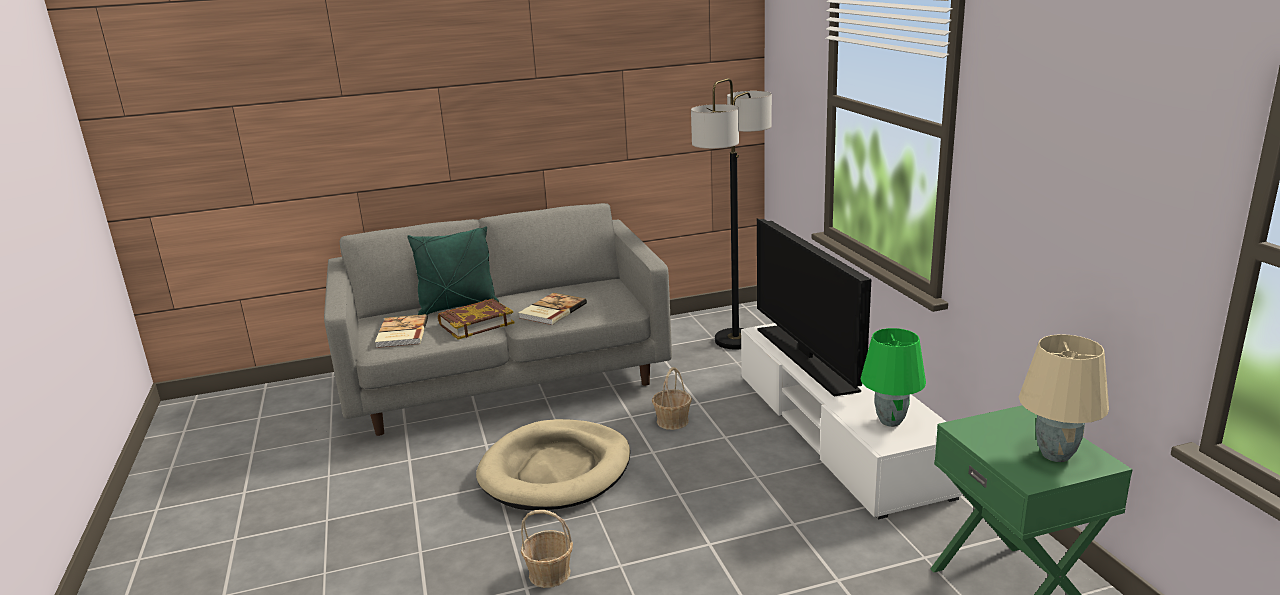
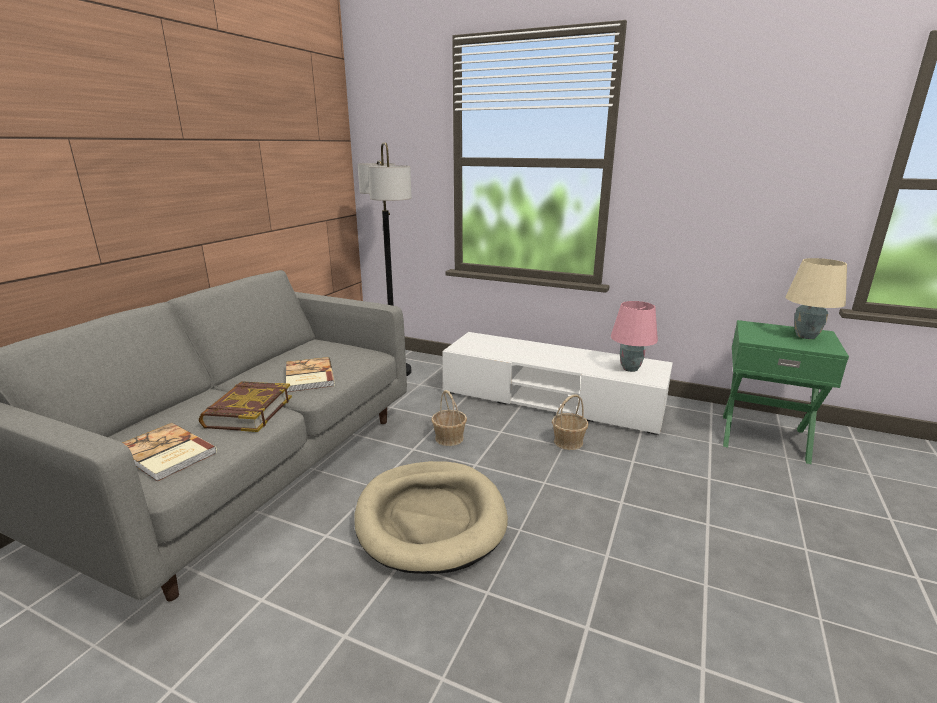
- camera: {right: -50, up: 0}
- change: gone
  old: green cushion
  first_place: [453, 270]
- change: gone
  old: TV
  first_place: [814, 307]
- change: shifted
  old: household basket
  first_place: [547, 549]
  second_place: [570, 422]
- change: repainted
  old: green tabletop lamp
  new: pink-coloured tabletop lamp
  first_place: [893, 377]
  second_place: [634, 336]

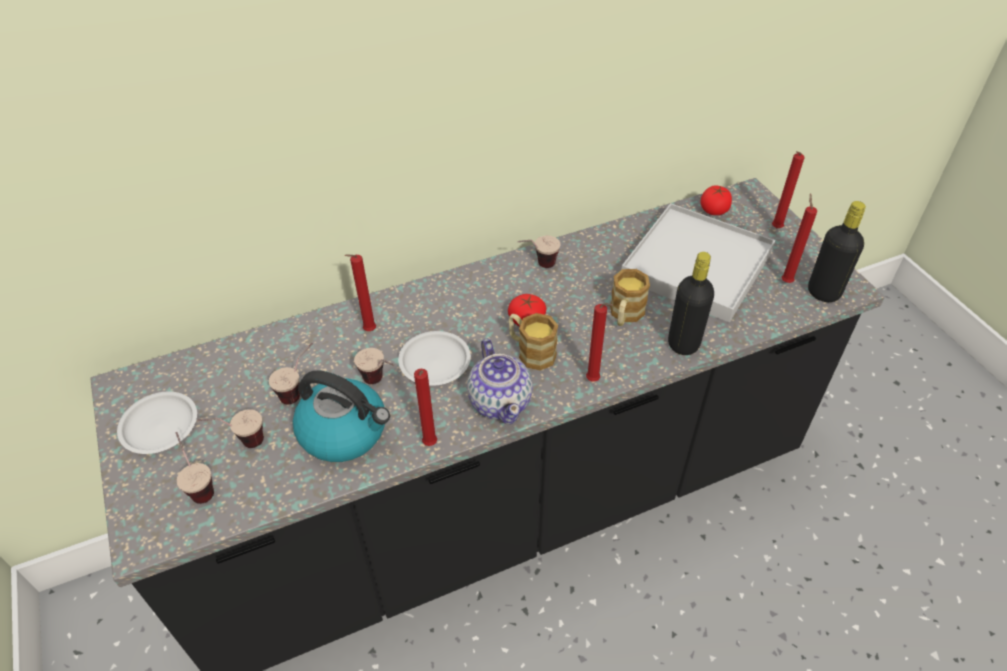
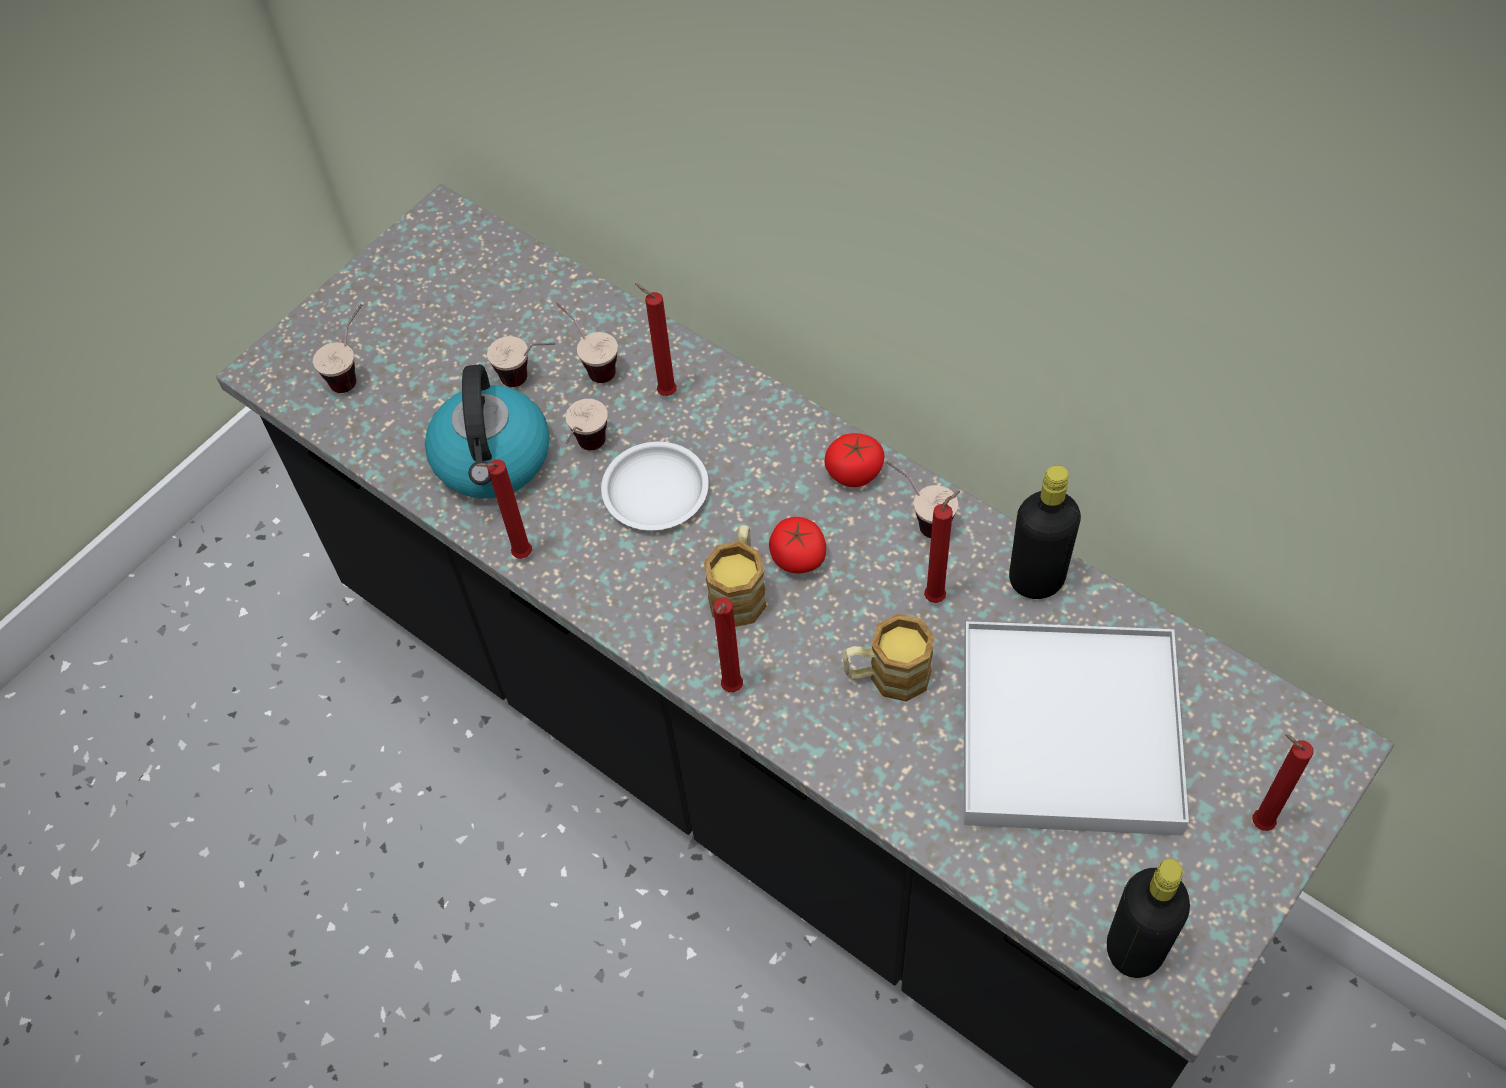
- camera: {right: 65, up: 10}
- change: gone
  old: white plate
  first_place: [157, 423]
- change: gone
  old: pot for tea
  first_place: [500, 381]
- change: shifted
  old: small cup
  first_place: [230, 428]
  second_place: [587, 342]
- change: shifted
  old: black drink bottle
  first_place: [691, 303]
  second_place: [1045, 532]
- change: shifted
  old: tomato
  first_place: [716, 200]
  second_place: [854, 460]
- change: shifted
  old: reddish wax light
  first_place: [799, 238]
  second_place: [942, 547]

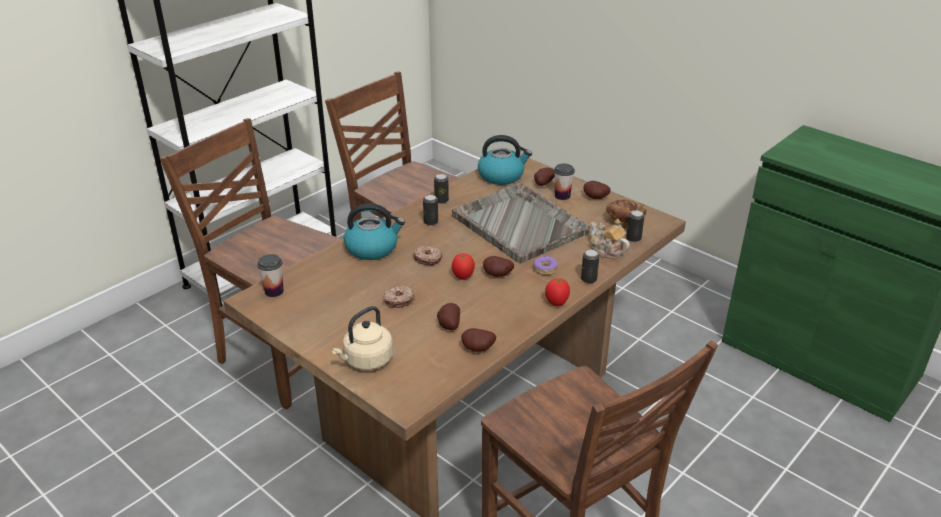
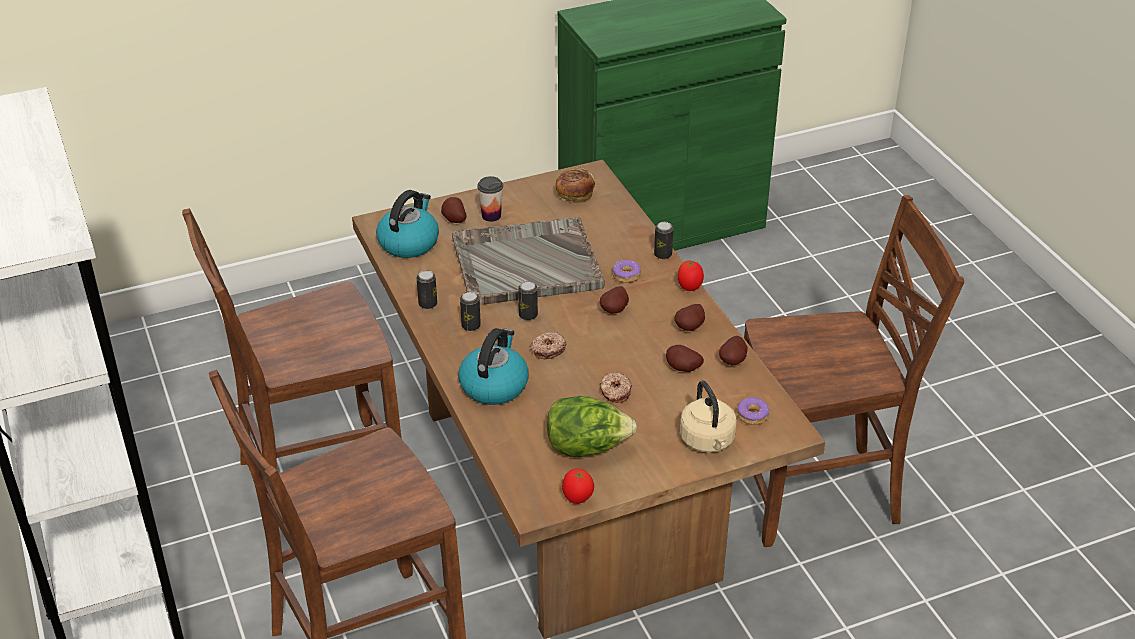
- camera: {right: -65, up: 5}
- change: gone
  old: small cup
  first_place: [270, 275]
- change: gone
  old: pot for tea
  first_place: [610, 239]
- change: new
  new: lettuce head
  second_place: [592, 426]
- change: new
  new: ring doughnut
  second_place: [753, 411]
- change: shifted
  old: tomato
  first_place: [463, 266]
  second_place: [578, 486]
- change: shifted
  old: potato
  first_place: [597, 190]
  second_place: [689, 317]
- change: shifted
  old: sealed can
  first_place: [635, 226]
  second_place: [528, 300]

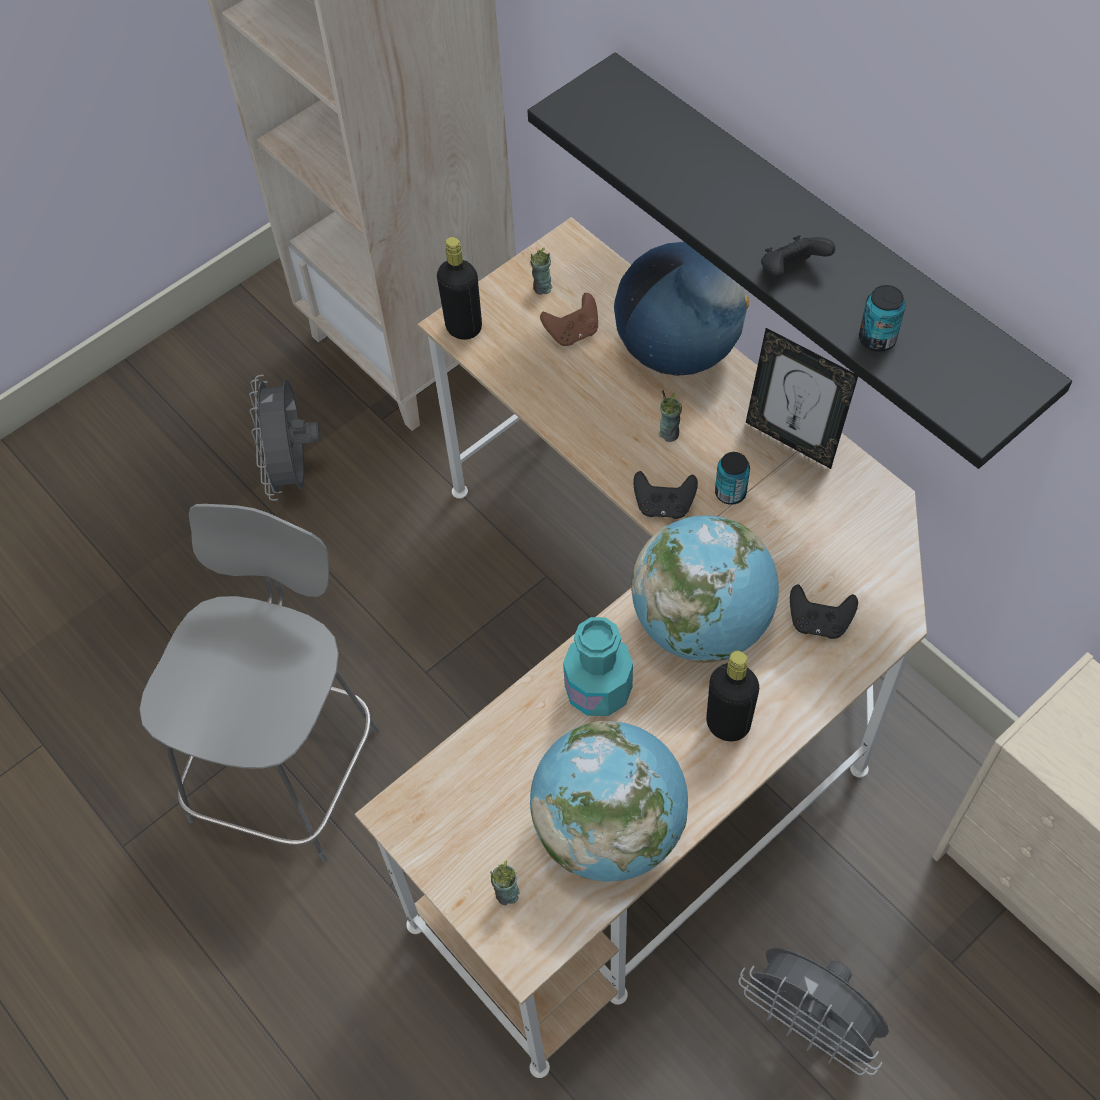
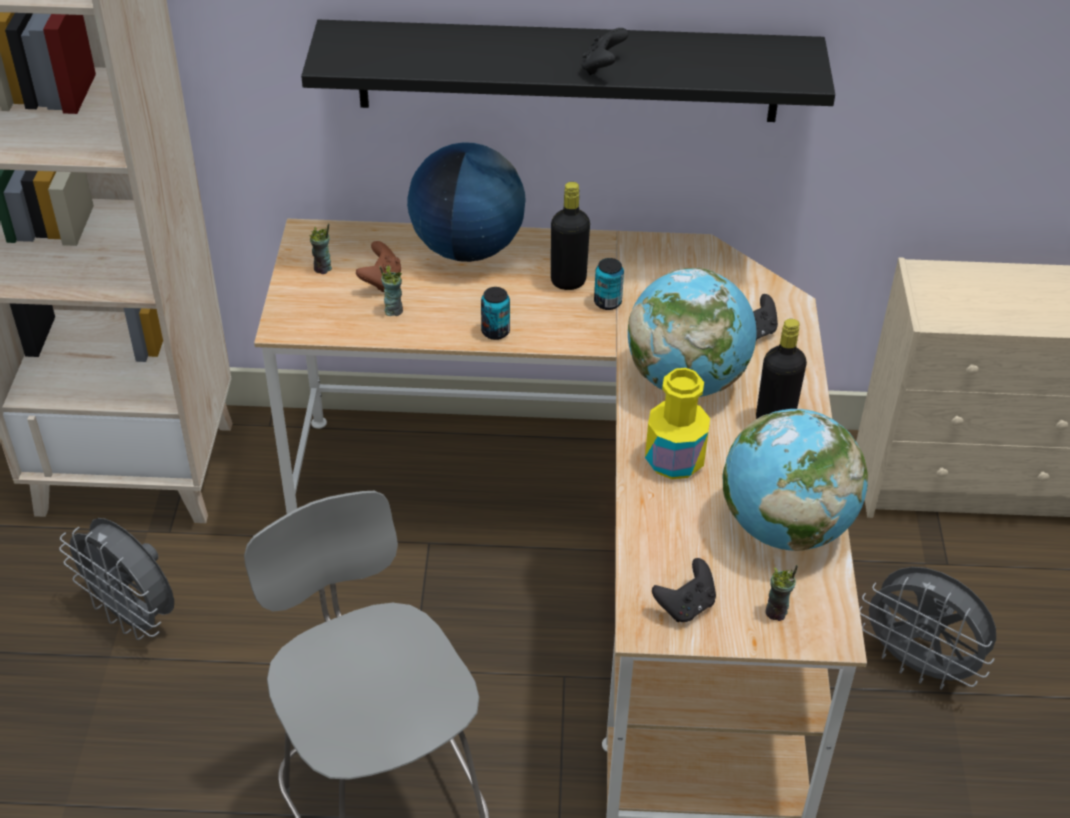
- camera: {right: -50, up: -15}
- change: gone
  old: photo frame
  first_place: [802, 398]
- change: shifted
  old: black drink bottle
  first_place: [459, 288]
  second_place: [570, 236]
- change: shifted
  old: black game controller
  first_place: [665, 495]
  second_place: [684, 590]
- change: shifted
  old: small cup
  first_place: [670, 416]
  second_place: [391, 290]
- change: shifted
  old: sealed can
  first_place: [882, 318]
  second_place: [495, 313]
- change: repainted
  old: turquoise-coloured drink bottle
  new: yellowish drink bottle
  first_place: [598, 666]
  second_place: [677, 423]
- change: rotated
  old: grey electric fan
  first_place: [813, 1011]
  second_place: [928, 628]
  degrees: 45

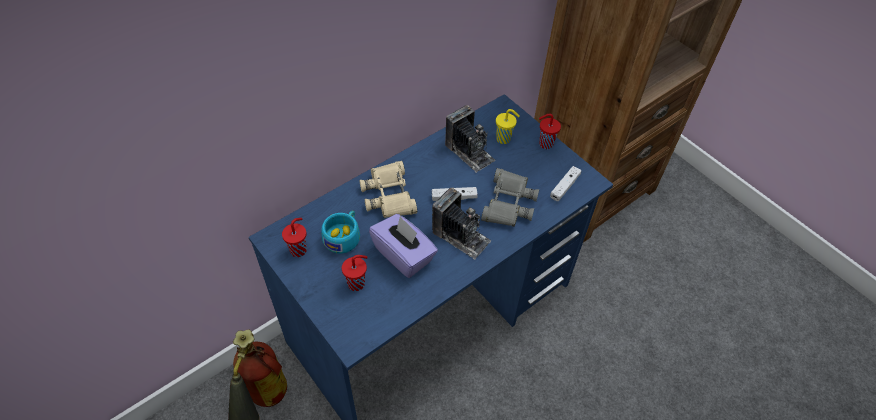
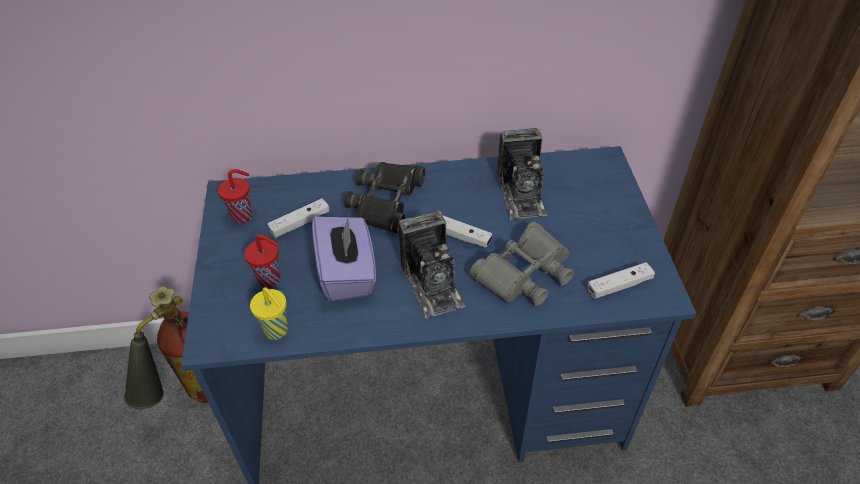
- camera: {right: 35, up: -5}
- change: gone
  old: reddish small cup
  first_place: [550, 131]
- change: shifted
  old: yellowish small cup
  first_place: [508, 126]
  second_place: [269, 313]
- change: swapped
  old: turquoise-coloured small cup
  new: white game controller
  first_place: [340, 232]
  second_place: [298, 218]
- change: repainted
  old: beige pair of binoculars
  new: black pair of binoculars
  first_place: [388, 189]
  second_place: [384, 198]

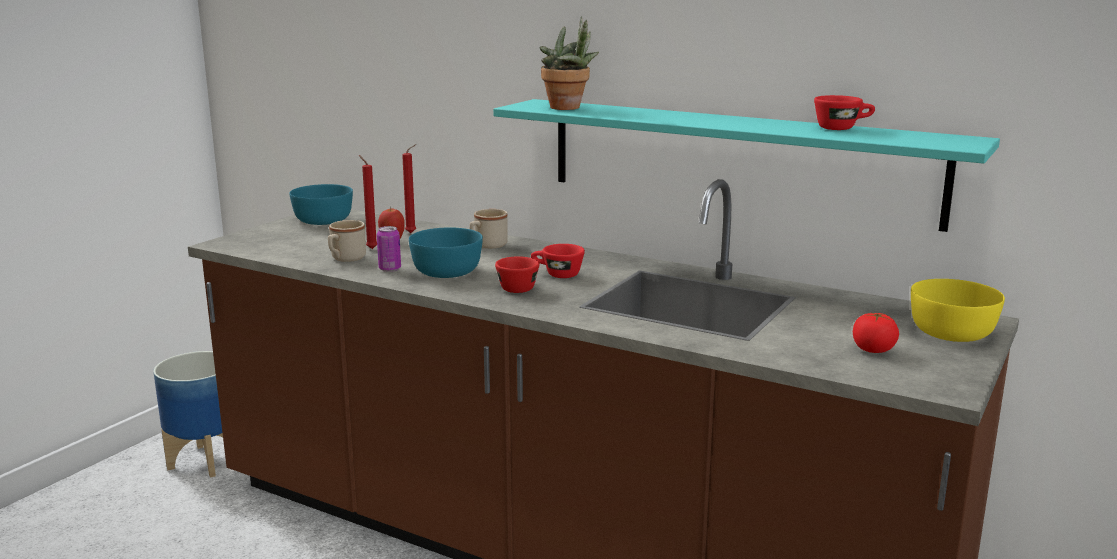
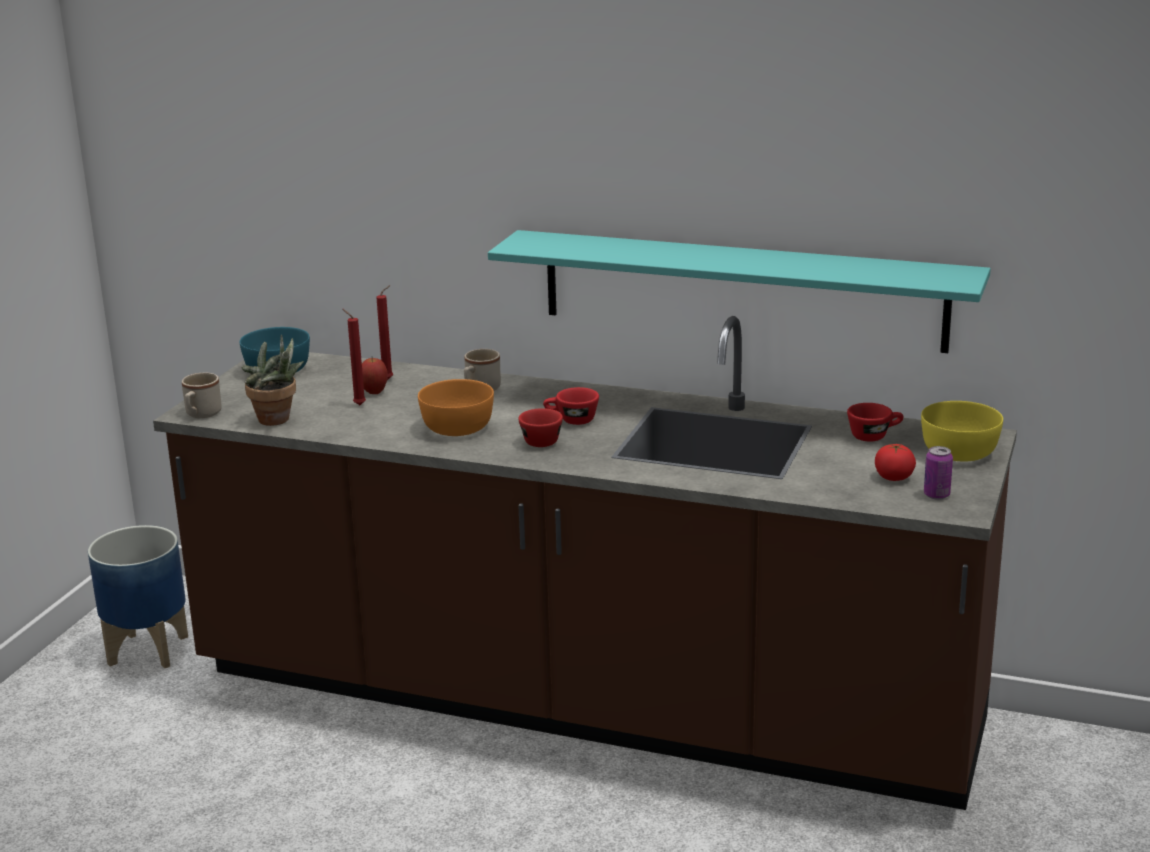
- camera: {right: -10, up: 5}
- change: shifted
  old: beige coffee mug
  first_place: [347, 241]
  second_place: [202, 395]
- change: shifted
  old: sealed can
  first_place: [389, 249]
  second_place: [938, 473]
- change: shifted
  old: houseplant
  first_place: [569, 63]
  second_place: [273, 380]
- change: shifted
  old: reddish small cup
  first_place: [844, 112]
  second_place: [875, 422]
- change: repainted
  old: turquoise-coloured bowl
  new: orange-coloured bowl
  first_place: [446, 252]
  second_place: [456, 407]

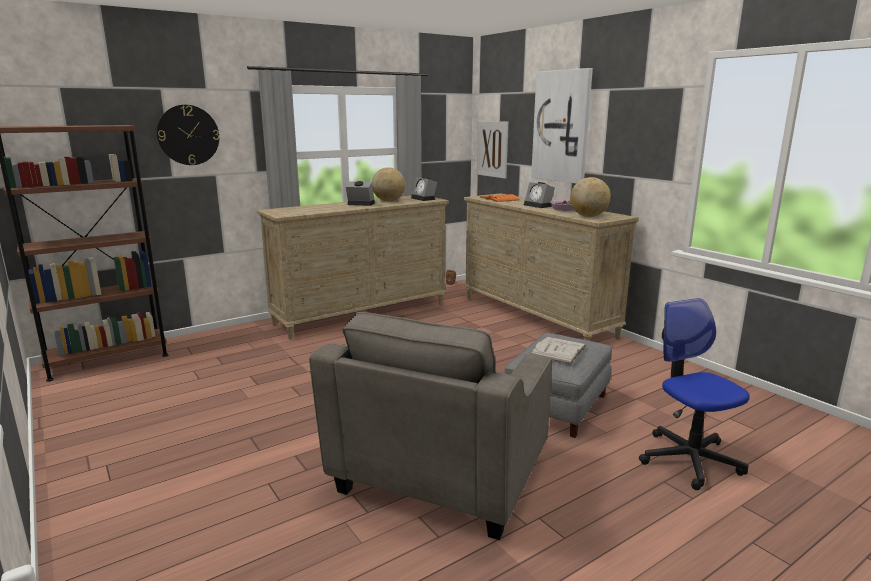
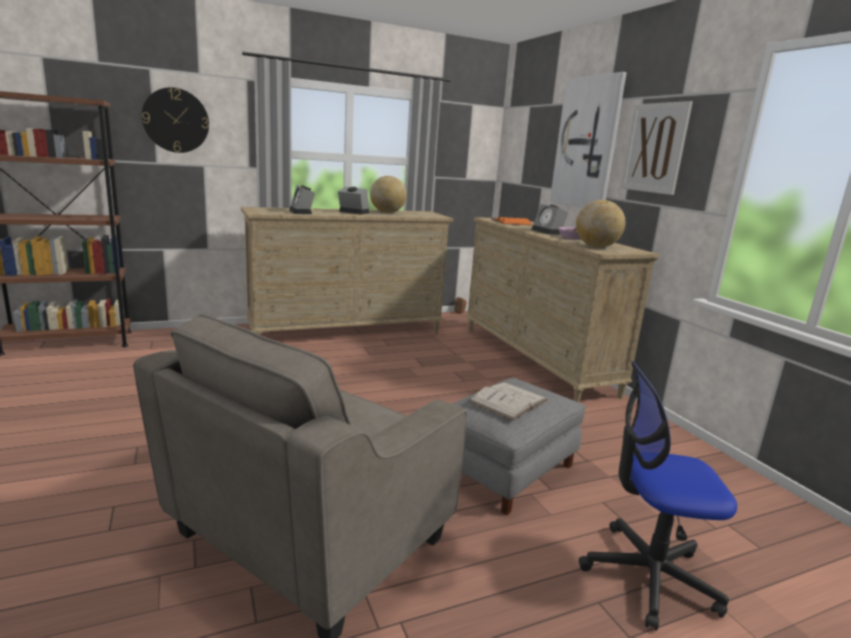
- camera: {right: 10, up: 0}
- change: shifted
  old: table clock
  first_place: [424, 189]
  second_place: [302, 199]
- change: shifted
  old: wall picture
  first_place: [492, 150]
  second_place: [657, 148]
- change: rotated
  old: desk chair
  first_place: [694, 394]
  second_place: [658, 496]
  degrees: -75

